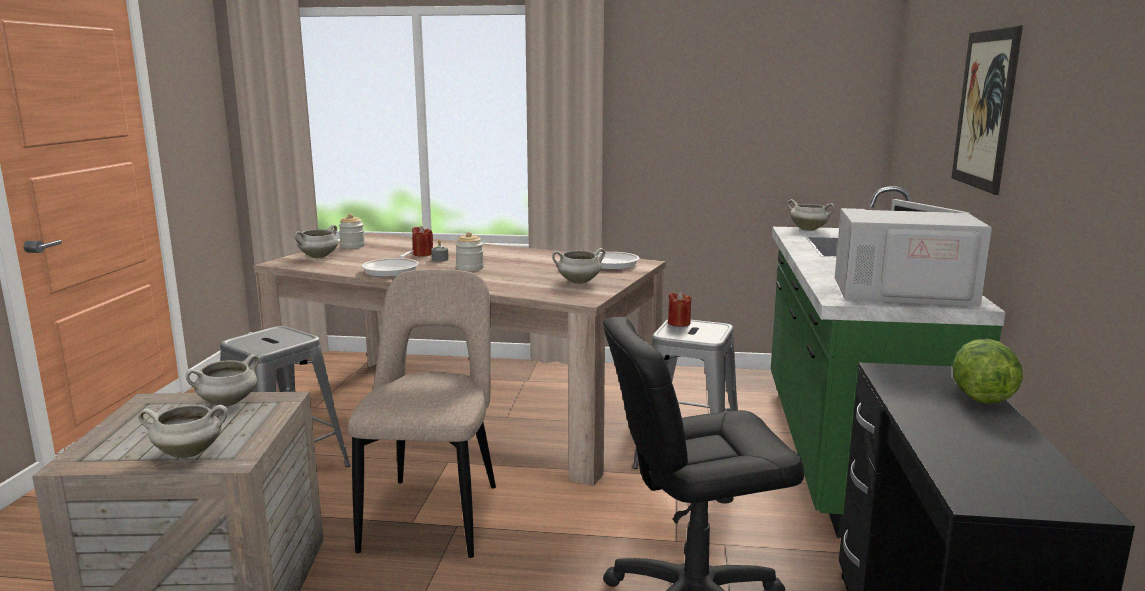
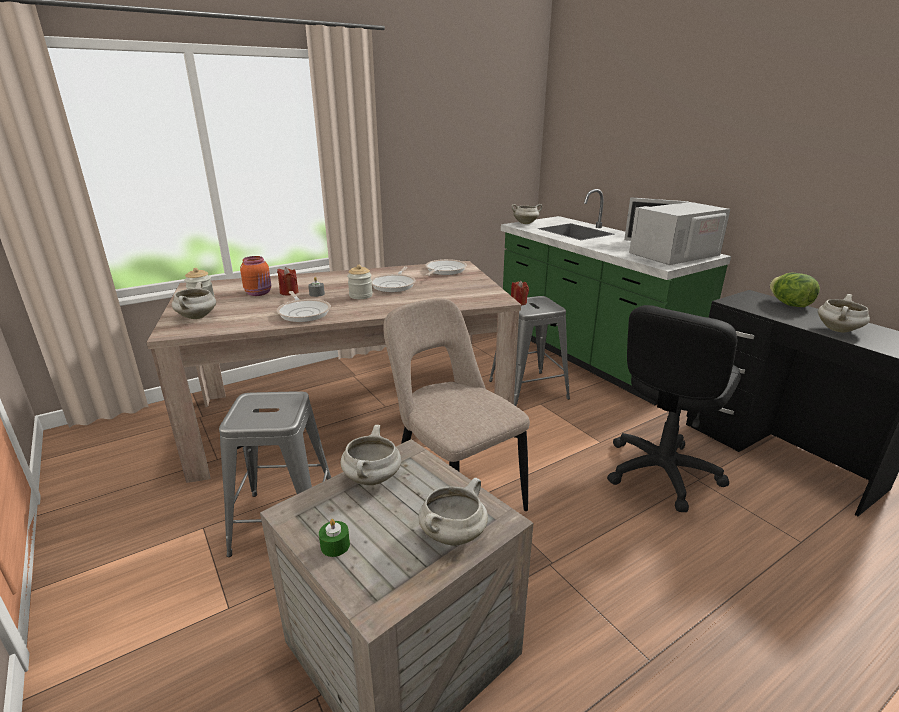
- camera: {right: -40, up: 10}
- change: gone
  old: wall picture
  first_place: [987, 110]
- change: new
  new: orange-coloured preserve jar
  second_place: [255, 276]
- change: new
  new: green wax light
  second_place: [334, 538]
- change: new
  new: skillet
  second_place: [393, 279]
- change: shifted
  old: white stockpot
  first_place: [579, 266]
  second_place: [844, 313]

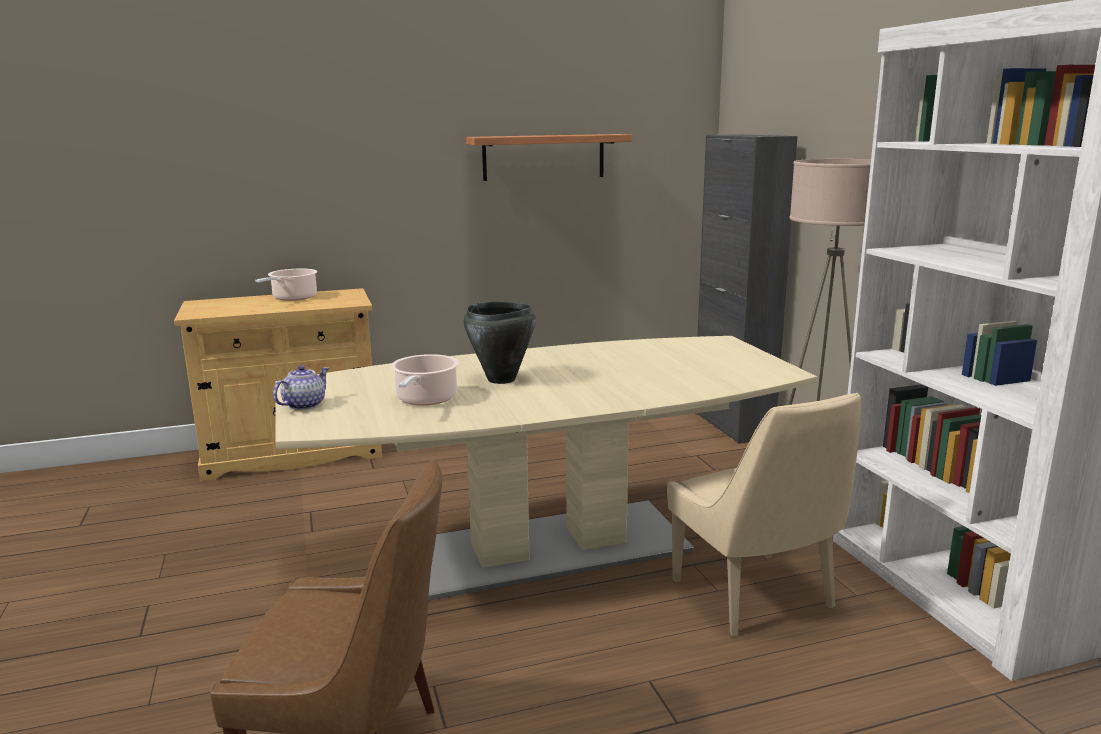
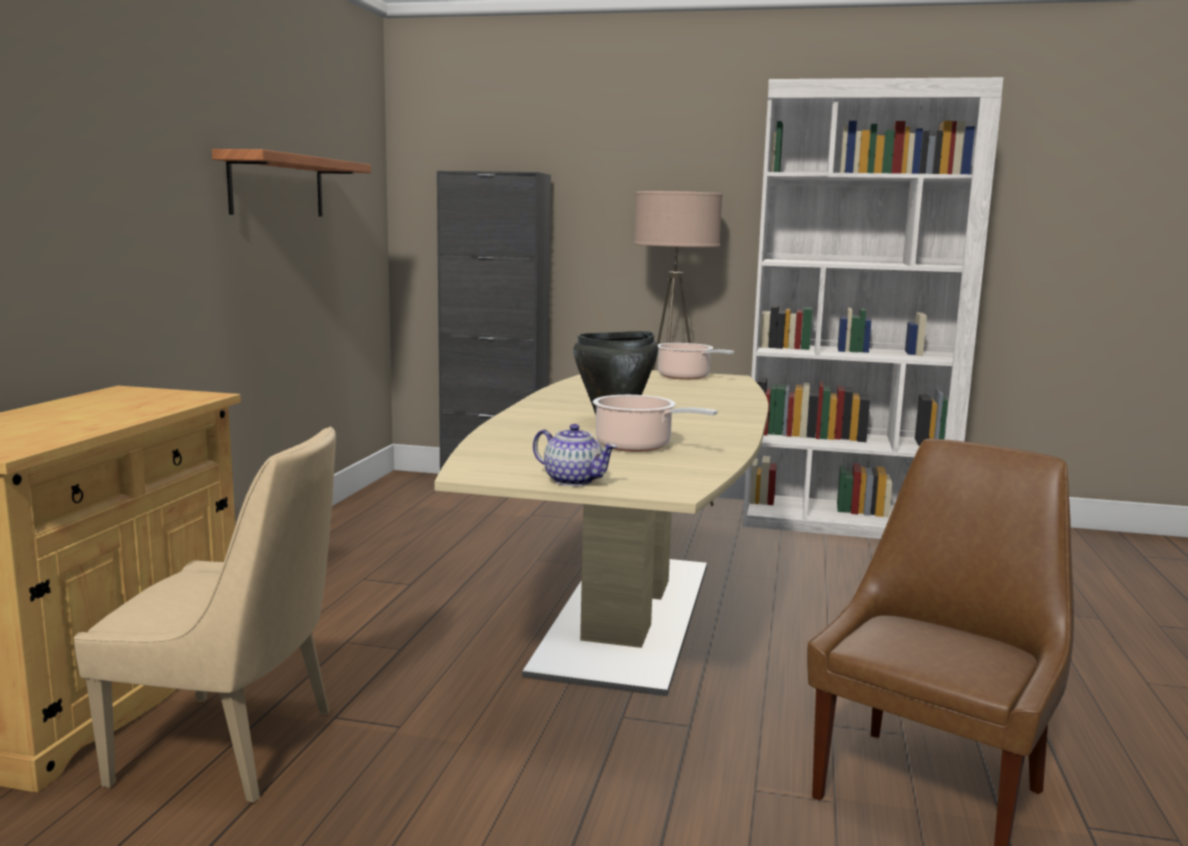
- camera: {right: -60, up: -5}
- change: shifted
  old: stockpot
  first_place: [286, 285]
  second_place: [696, 361]
- change: shifted
  old: beige upright chair
  first_place: [764, 514]
  second_place: [205, 615]
- change: rotated
  old: pot for tea
  first_place: [301, 387]
  second_place: [575, 455]
  degrees: 150

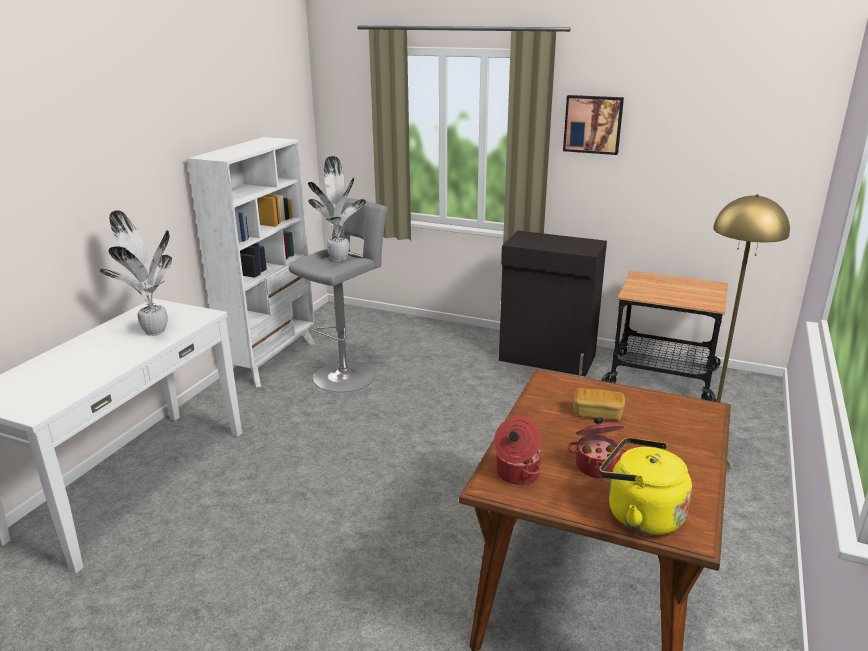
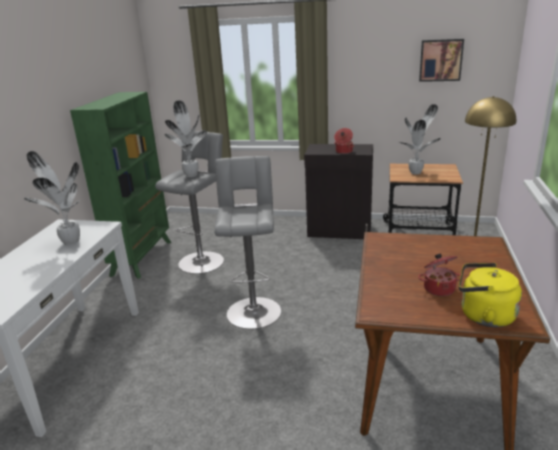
- camera: {right: -10, up: 0}
- change: gone
  old: bakery bread
  first_place: [599, 404]
- change: new
  new: grey stool seat
  second_place: [248, 242]
- change: new
  new: houseplant
  second_place: [420, 139]
- change: shifted
  old: stockpot
  first_place: [517, 450]
  second_place: [344, 141]
- change: shifted
  old: wall picture
  first_place: [593, 125]
  second_place: [441, 60]
- change: repainted
  old: white bookshelf
  new: green bookshelf
  first_place: [251, 262]
  second_place: [120, 185]

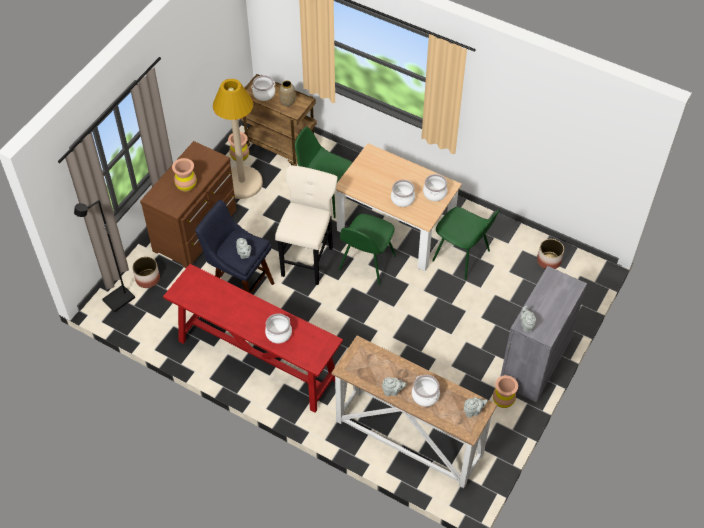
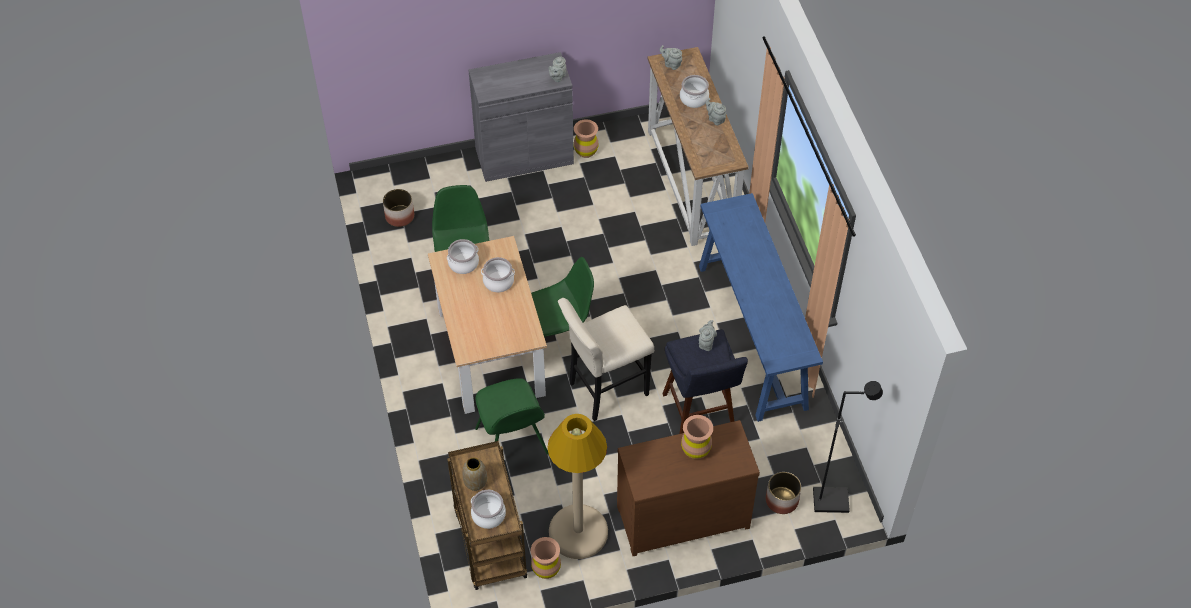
- camera: {right: -135, up: 0}
- change: gone
  old: stockpot
  first_place: [278, 328]
- change: repainted
  old: reddish hall table
  new: blue hall table
  first_place: [253, 338]
  second_place: [761, 307]

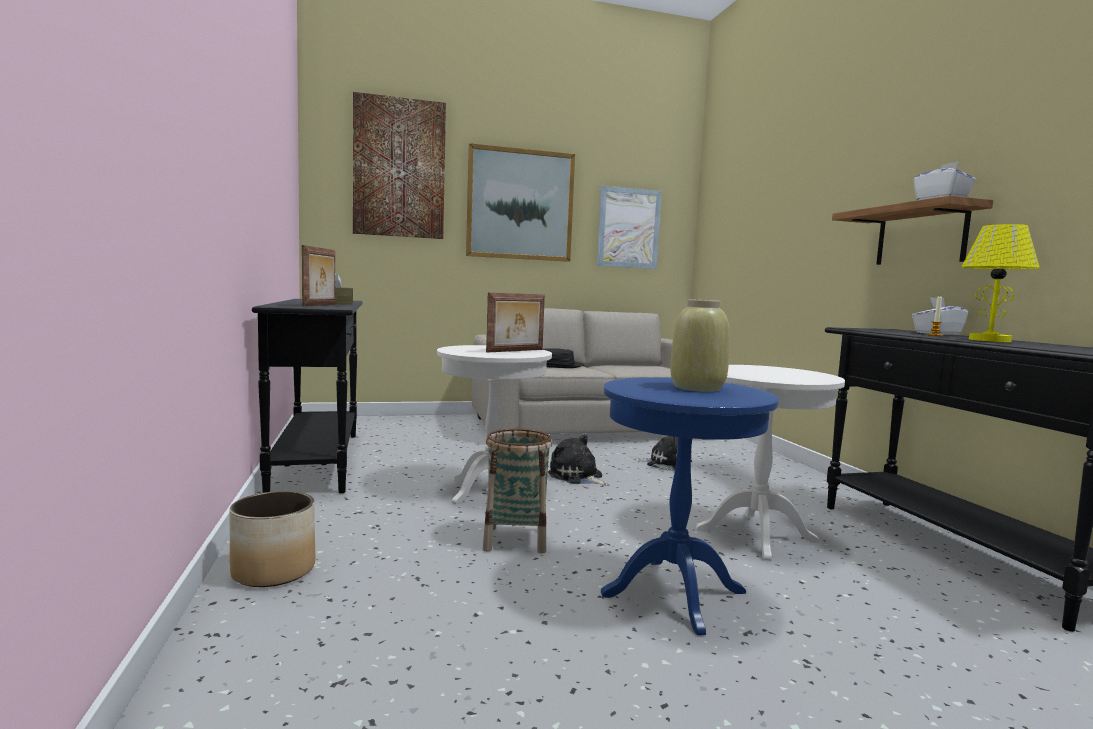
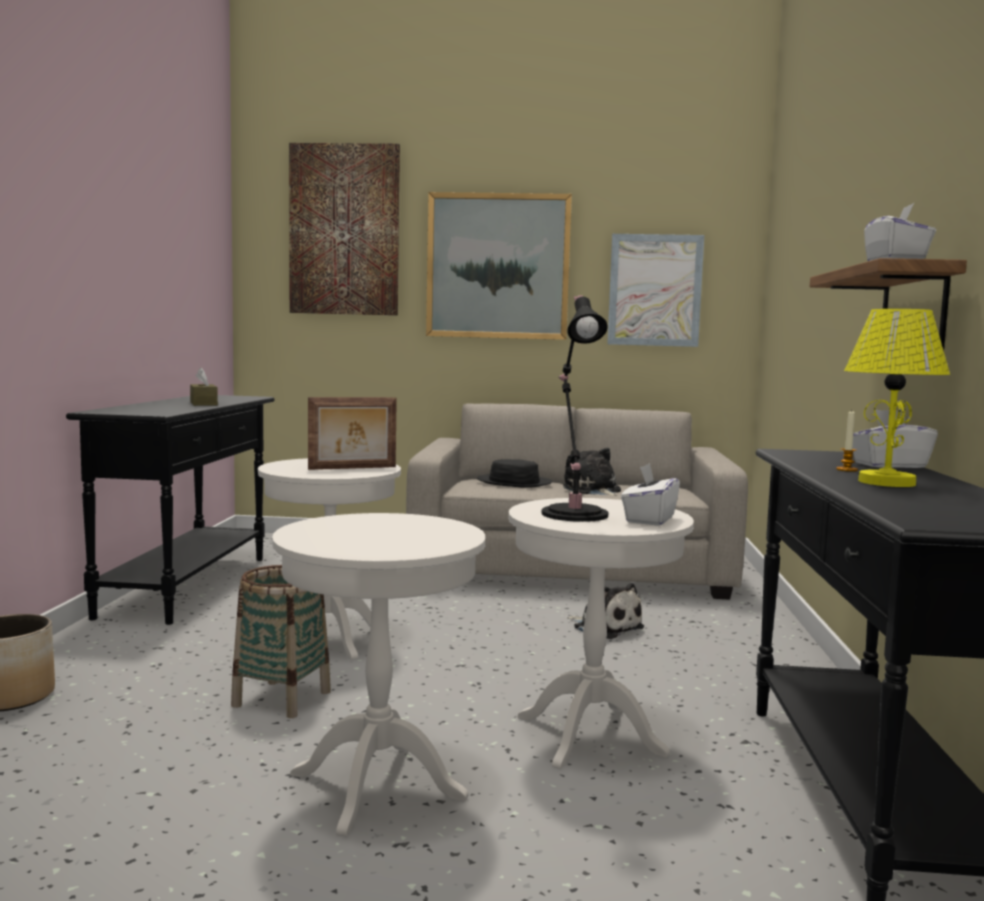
- camera: {right: 20, up: 0}
- change: gone
  old: photo frame
  first_place: [318, 275]
- change: gone
  old: beige flower vase
  first_place: [700, 345]
- change: new
  new: black tabletop lamp
  second_place: [575, 408]
- change: new
  new: white tissue holder
  second_place: [650, 494]
- change: shifted
  old: plush toy
  first_place: [578, 460]
  second_place: [592, 472]
- change: repainted
  old: blue side table
  new: white side table
  first_place: [690, 506]
  second_place: [378, 675]

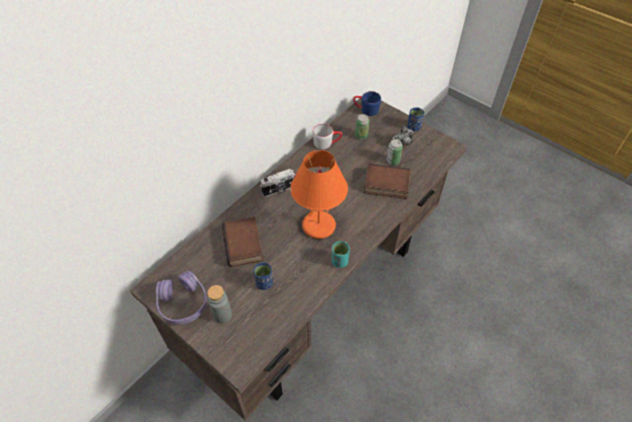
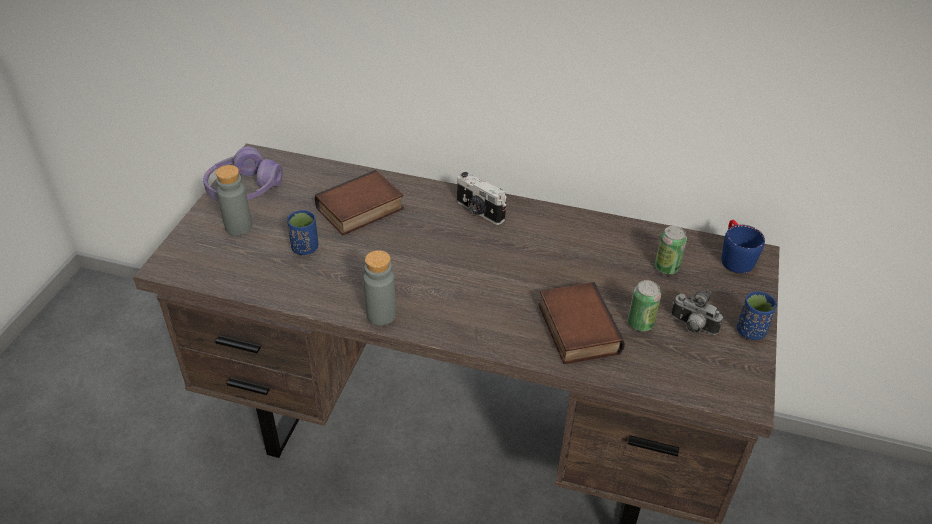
- camera: {right: 65, up: -10}
- change: gone
  old: orange-coloured tabletop lamp
  first_place: [319, 194]
- change: gone
  old: grey coffee mug
  first_place: [327, 136]
- change: swapped
  old: turquoise-coloured small cup
  new: grey drink bottle
  first_place: [340, 254]
  second_place: [379, 287]

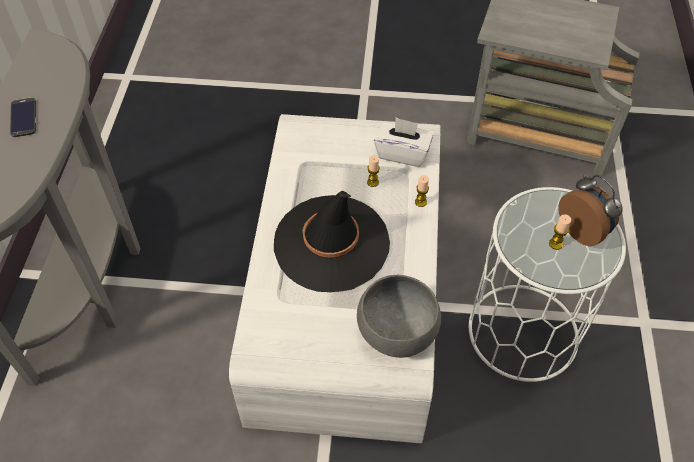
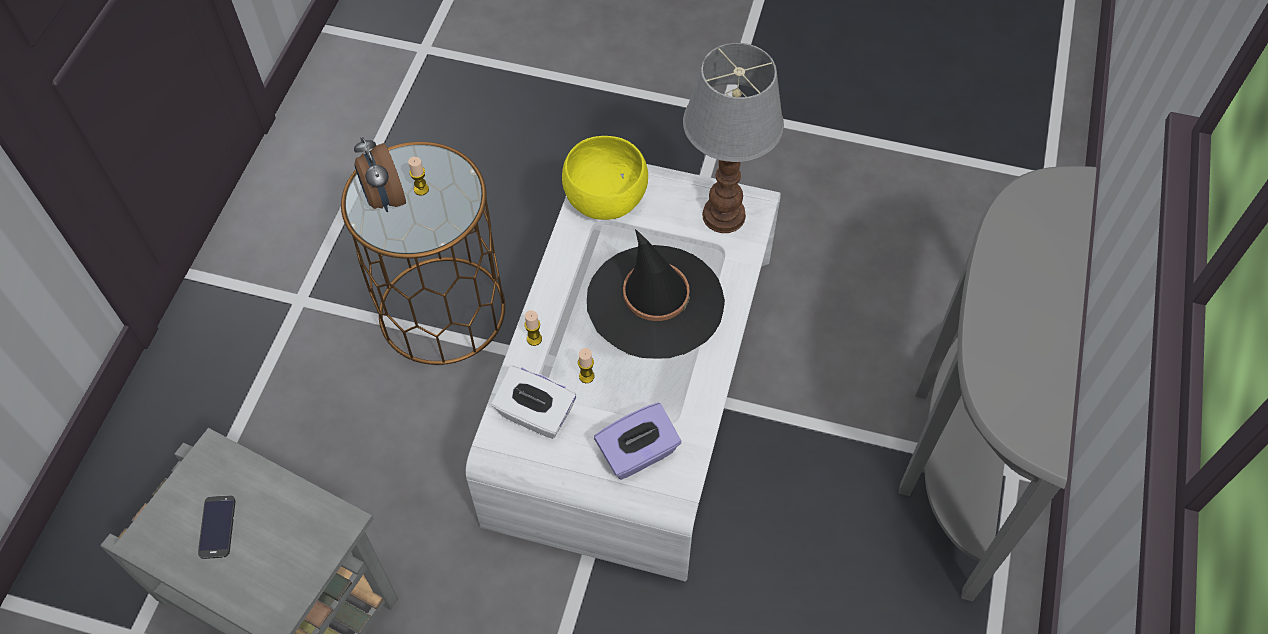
- camera: {right: -170, up: 5}
- change: new
  new: purplish tissue holder
  second_place: [637, 441]
- change: new
  new: tabletop lamp
  second_place: [733, 138]
- change: shifted
  old: handset
  first_place: [23, 117]
  second_place: [216, 527]
- change: repainted
  old: grey bowl
  new: yellowish bowl
  first_place: [399, 316]
  second_place: [605, 178]
- change: repainted
  old: white side table
  new: brown-coloured side table
  first_place: [547, 284]
  second_place: [423, 253]

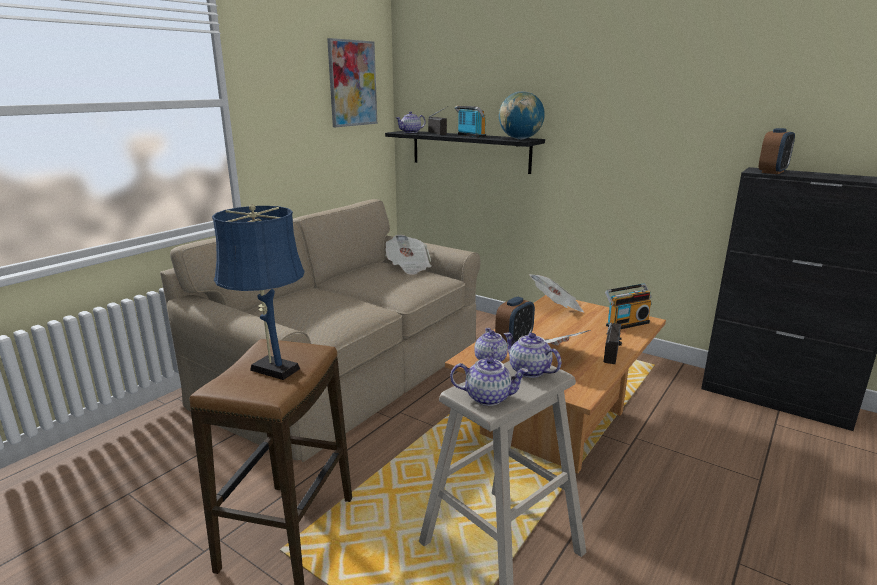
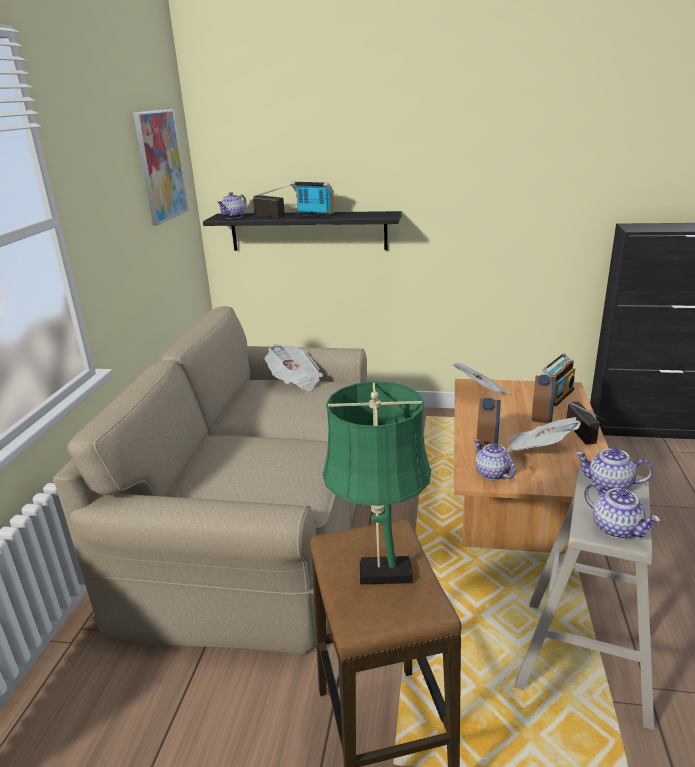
- camera: {right: -25, up: 5}
- change: gone
  old: globe
  first_place: [522, 115]
- change: shifted
  old: table clock
  first_place: [777, 151]
  second_place: [544, 399]
- change: repainted
  old: blue tabletop lamp
  new: green tabletop lamp
  first_place: [258, 292]
  second_place: [376, 482]
- change: rotated
  old: pot for tea
  first_place: [489, 381]
  second_place: [622, 511]
  degrees: 75

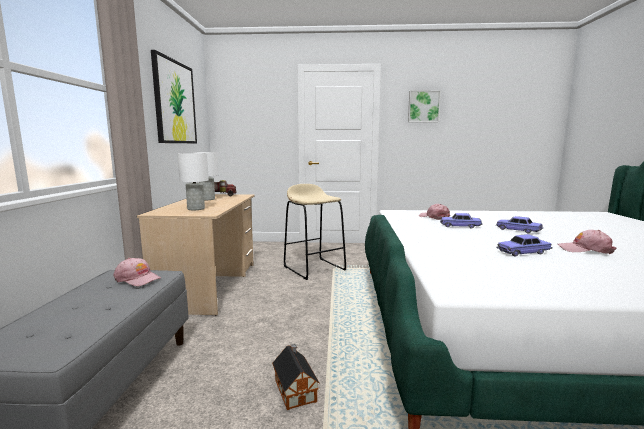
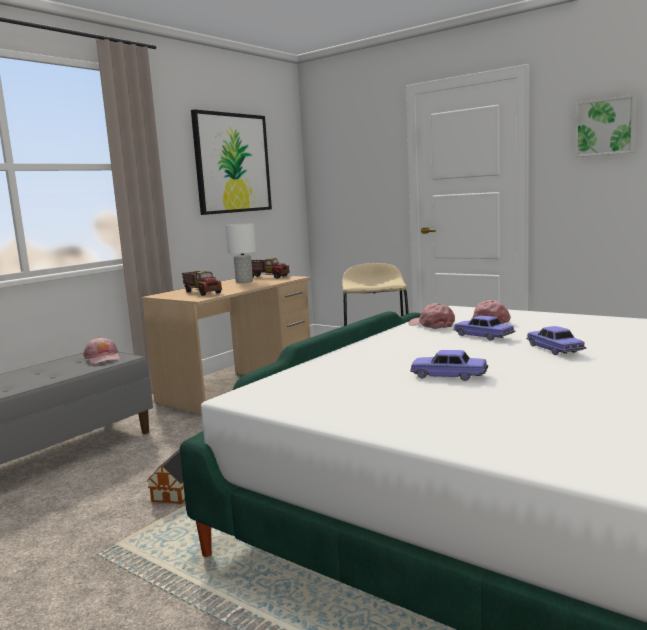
- camera: {right: 35, up: 0}
- change: shifted
  old: pink-coloured baseball cap
  first_place: [587, 242]
  second_place: [431, 316]
- change: swapped
  old: white tabletop lamp
  new: model truck
  first_place: [193, 181]
  second_place: [202, 283]

